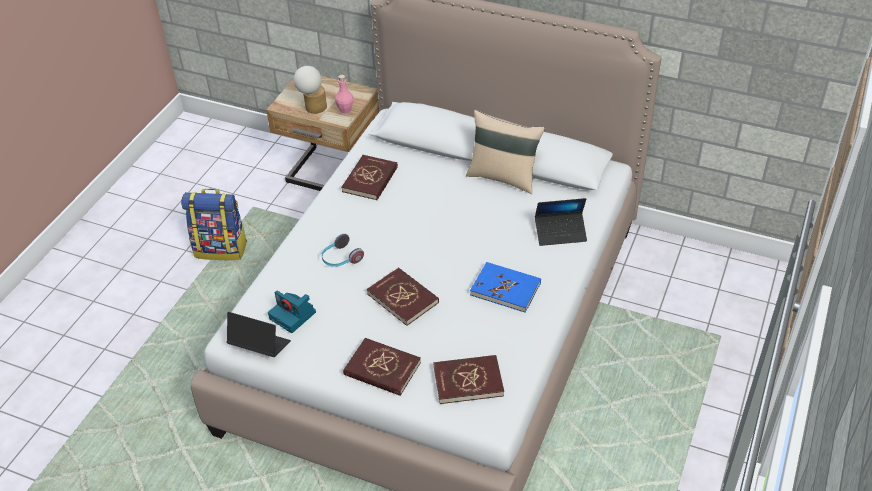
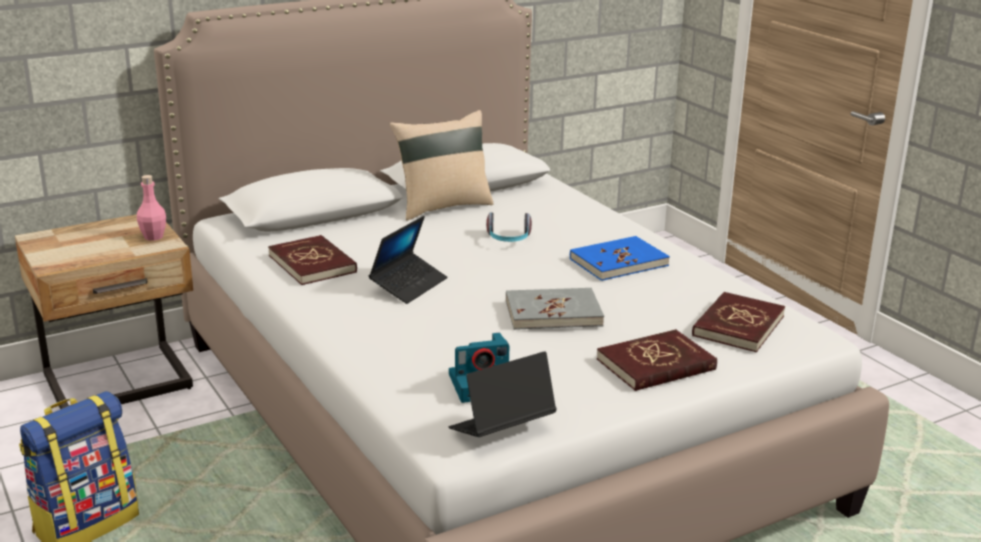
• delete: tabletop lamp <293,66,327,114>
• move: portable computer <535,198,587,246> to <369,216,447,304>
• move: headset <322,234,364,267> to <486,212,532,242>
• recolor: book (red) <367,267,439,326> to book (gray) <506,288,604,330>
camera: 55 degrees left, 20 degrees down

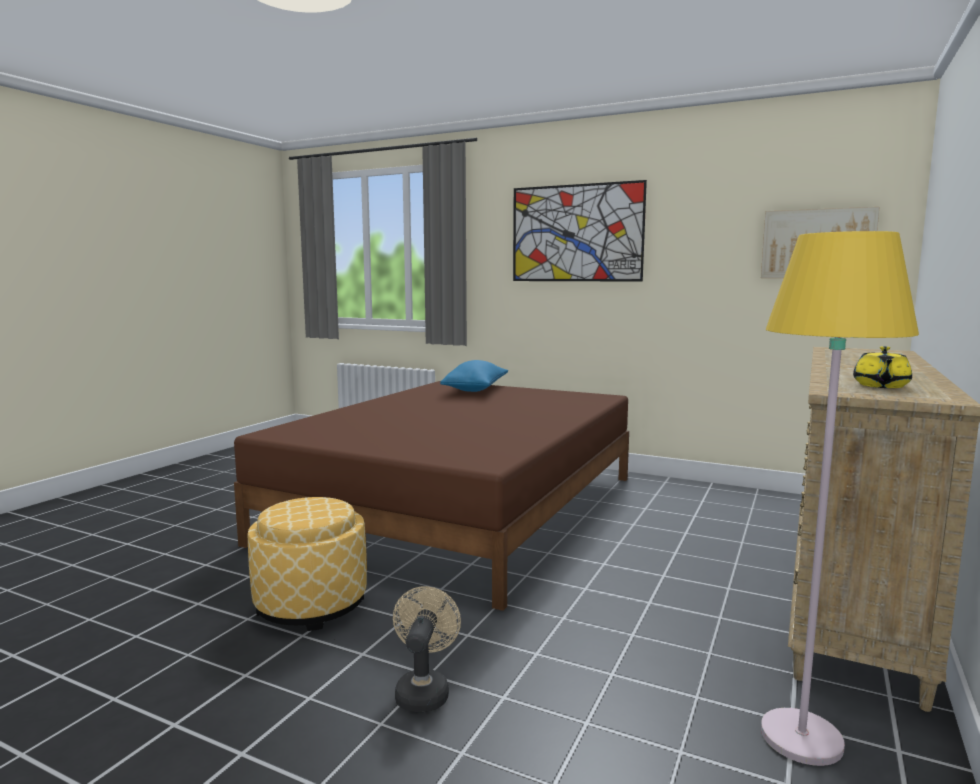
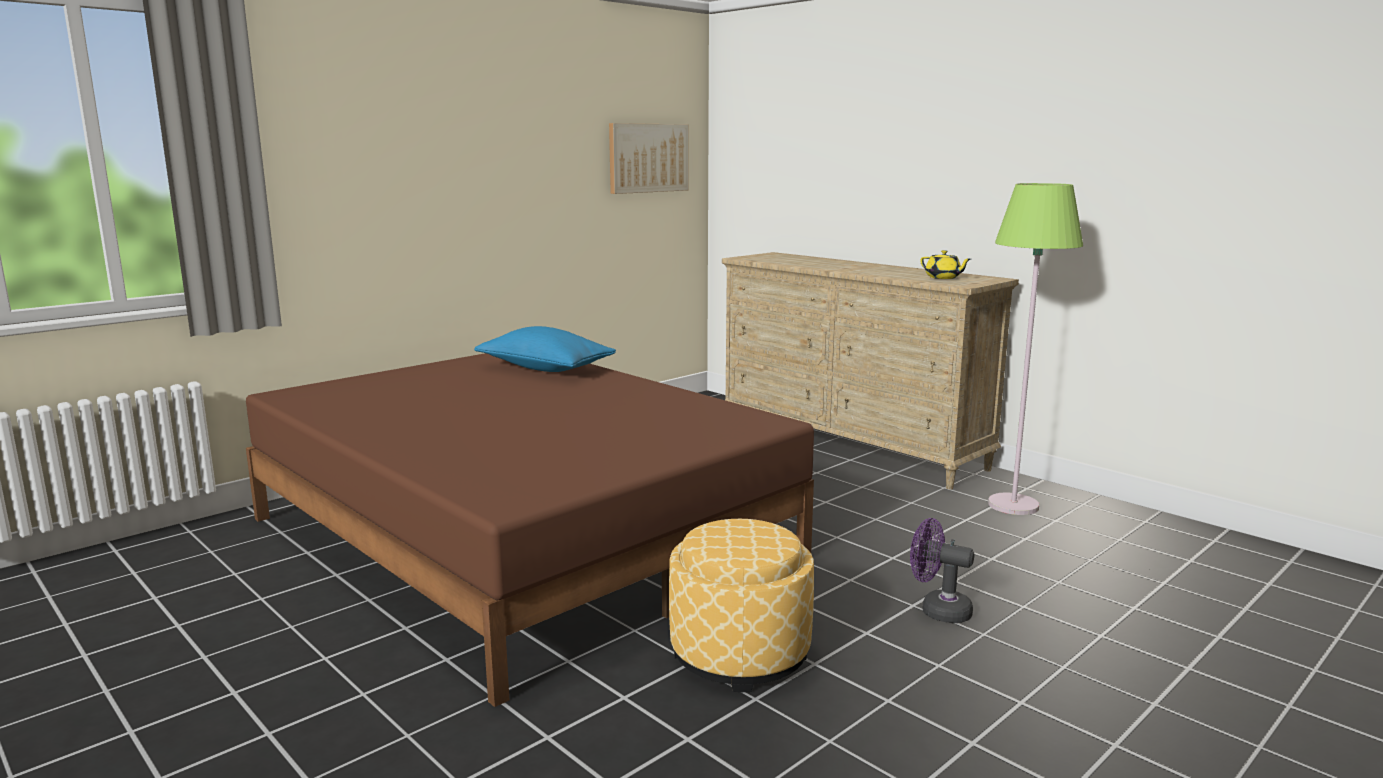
• delete: wall art <513,180,647,282>
• recolor: floor lamp (yellow) <761,231,919,766> to floor lamp (green) <988,183,1083,515>
• move: throw pillow (blue) <440,360,508,392> to <474,326,616,372>
• recolor: cooling fan (beige-coloured) <393,586,461,712> to cooling fan (purple) <910,518,974,623>
camera: 70 degrees left, 5 degrees up

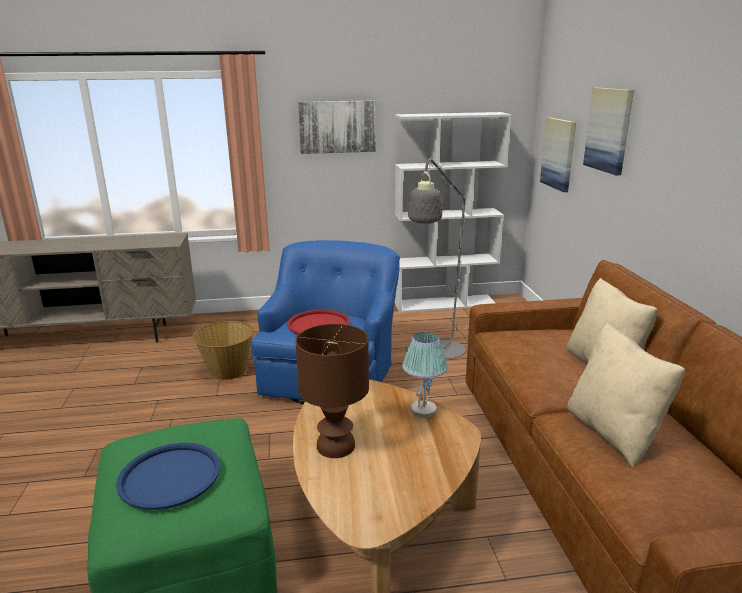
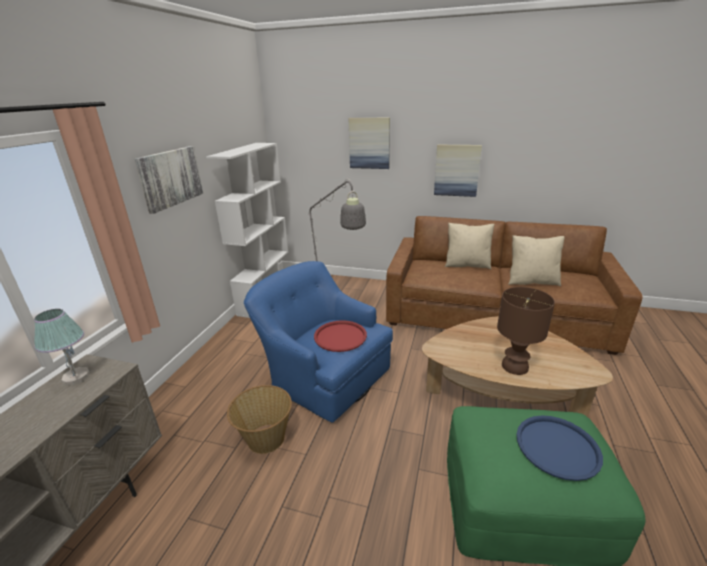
• move: wall art <540,117,576,192> to <434,145,482,197>
• move: tabletop lamp <402,332,448,418> to <34,309,90,385>
camera: 65 degrees left, 5 degrees up

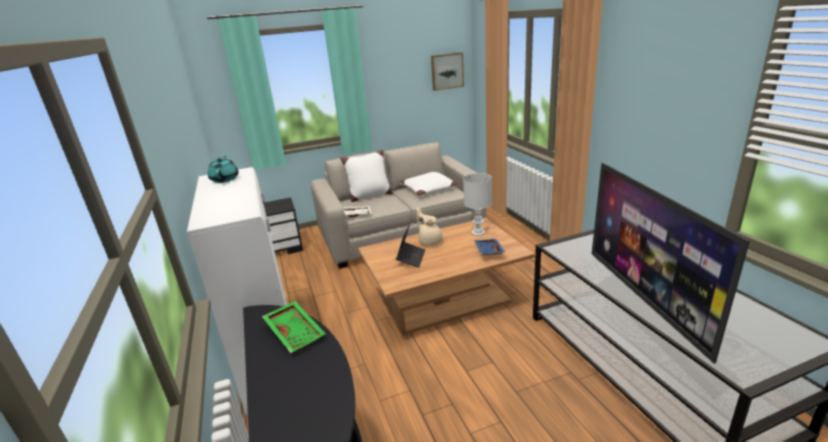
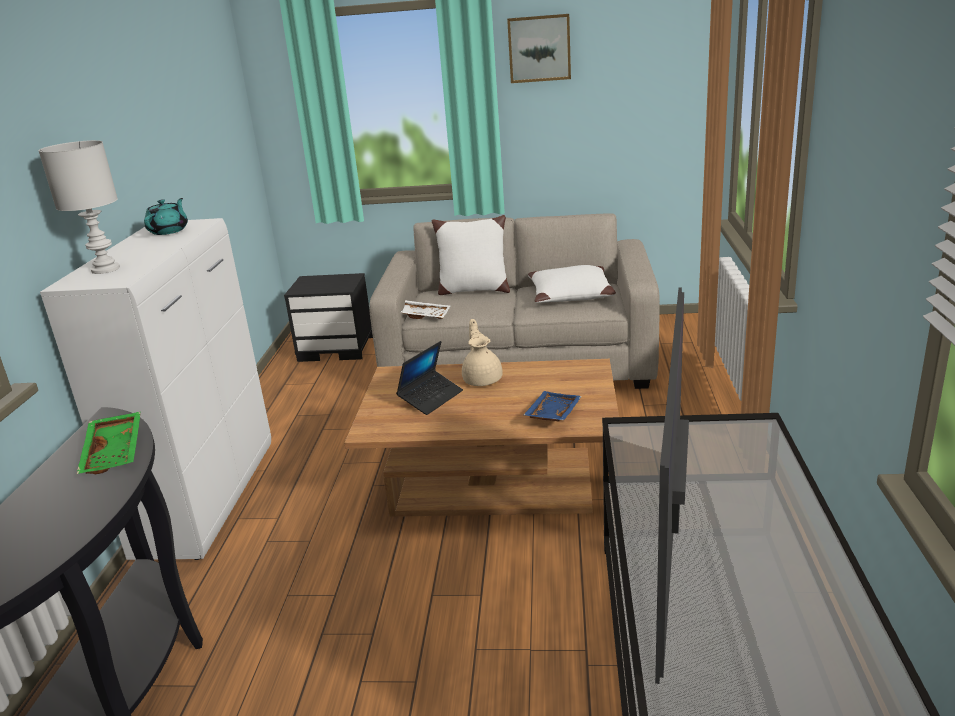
• move: wall art <431,52,464,91> to <507,14,571,83>
• move: tabletop lamp (white-coloured) <463,173,492,236> to <38,140,120,274>
camera: 25 degrees right, 0 degrees up

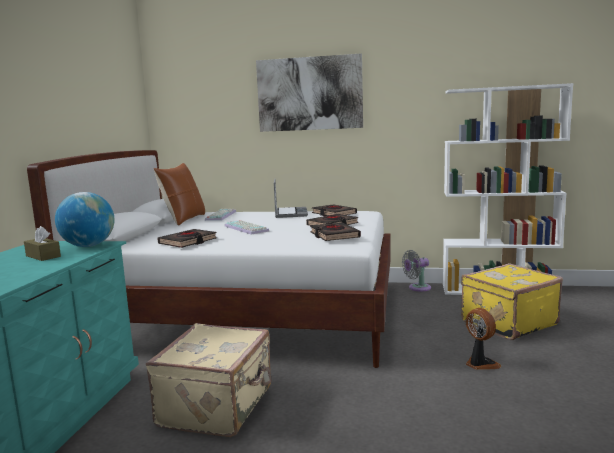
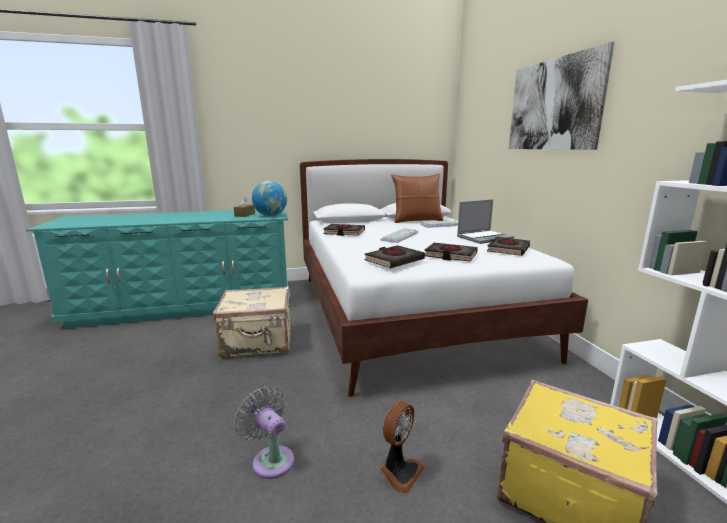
• move: cooling fan (gray) <402,250,431,291> to <234,386,294,479>
camera: 65 degrees right, 5 degrees up

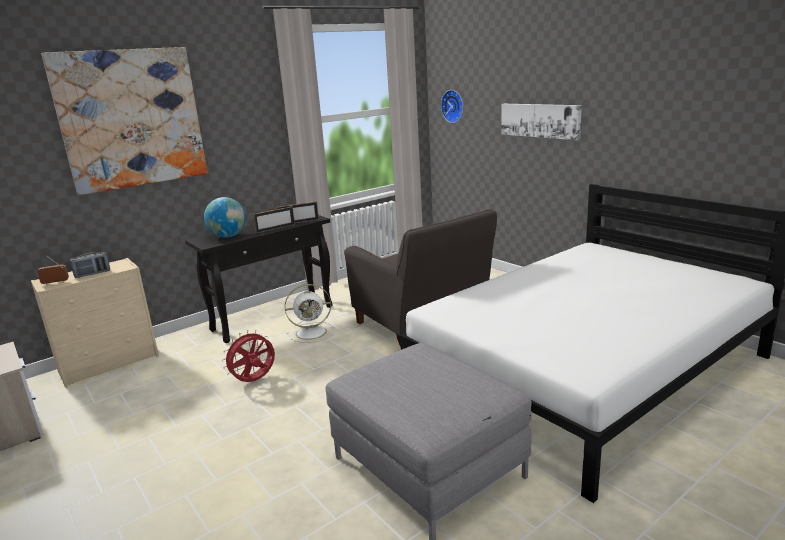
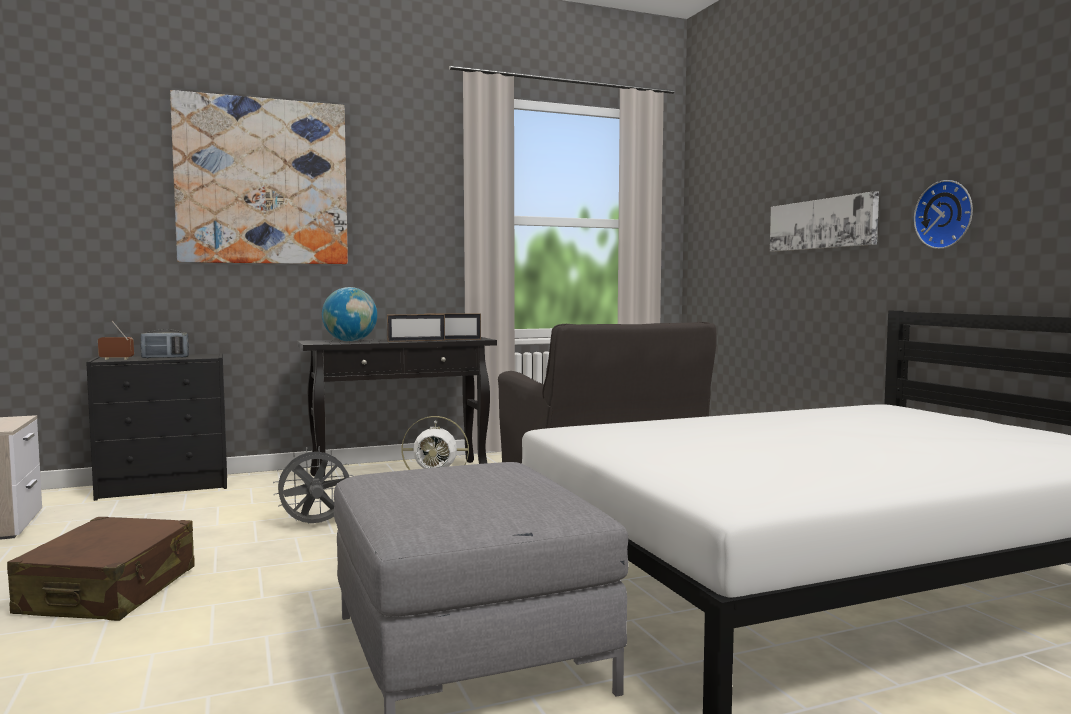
• move: wall clock <441,90,463,123> to <914,180,973,249>
• recolor: chest of drawers (beige-coloured) <31,258,159,388> to chest of drawers (black-coloured) <86,353,227,501>
• recolor: cooling fan (red) <222,330,275,382> to cooling fan (gray) <273,447,353,524>
• insert: suitcase (brown) <7,517,195,621>
camera: 15 degrees right, 15 degrees down

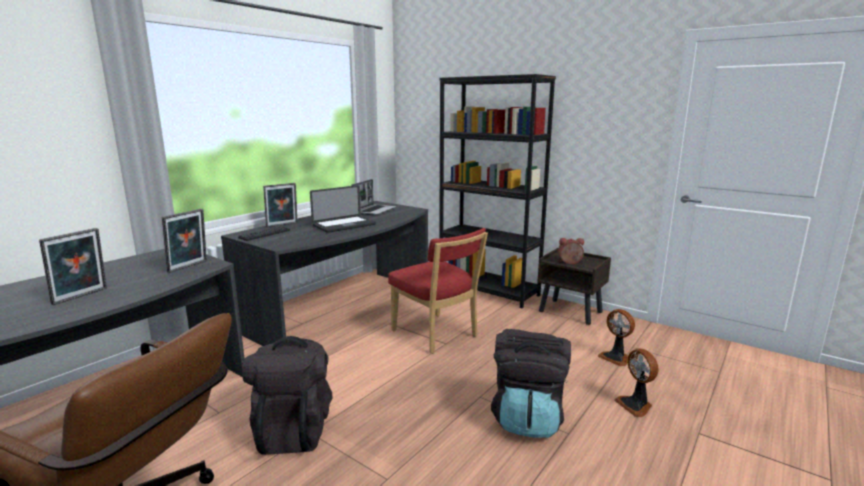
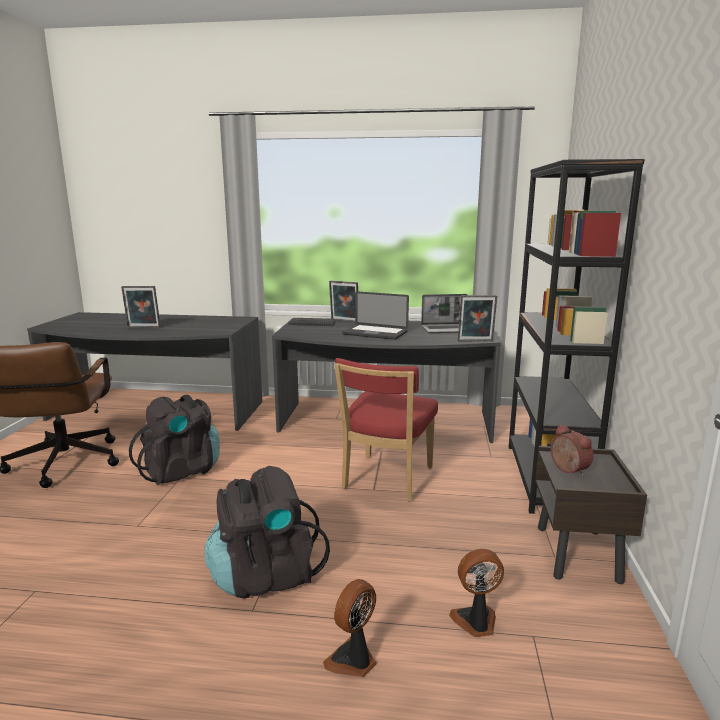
• move: photo frame <162,209,207,273> to <458,295,497,342>
• rotate: cooling fan <598,309,635,366> = <449,549,504,637> 60 degrees clockwise
camera: 60 degrees right, 0 degrees up

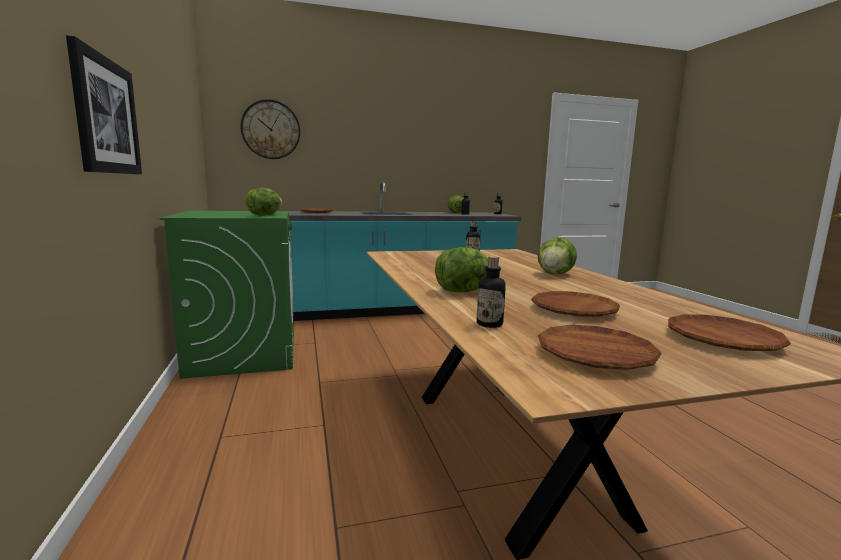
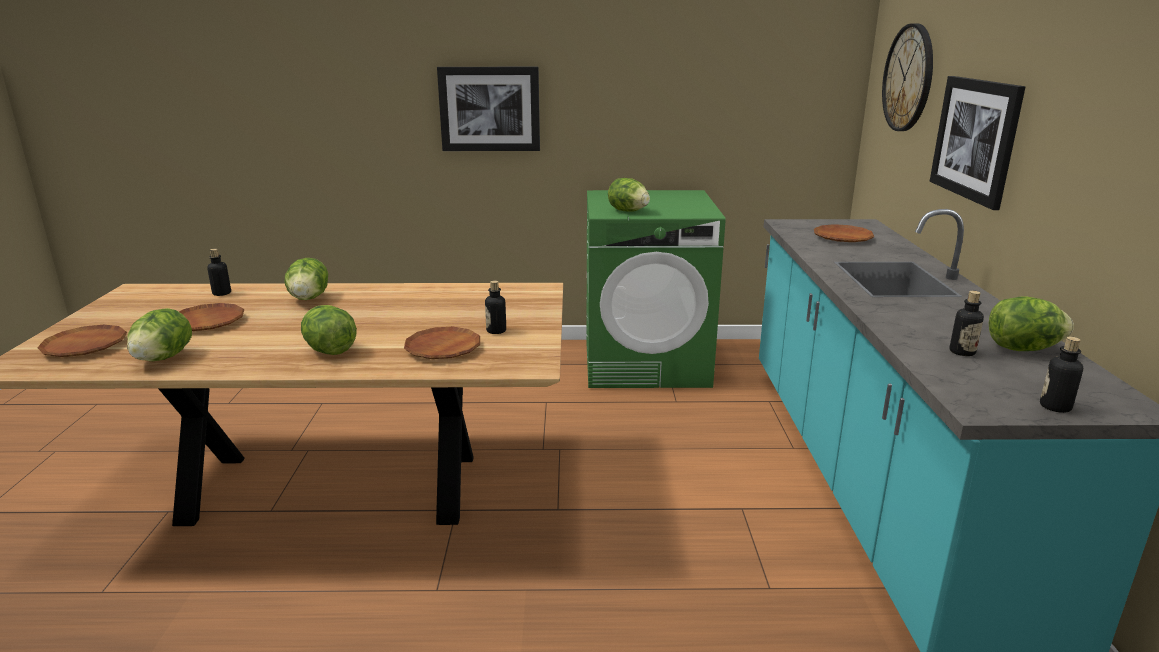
• move: plate (brown) <538,325,662,370> to <404,327,480,359>
• insert: wall art <930,76,1025,210>
• insert: lettuce head <127,308,192,361>
camera: 105 degrees right, 10 degrees up

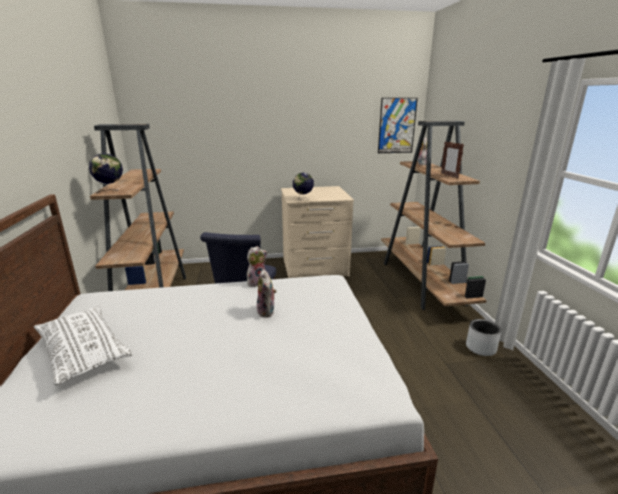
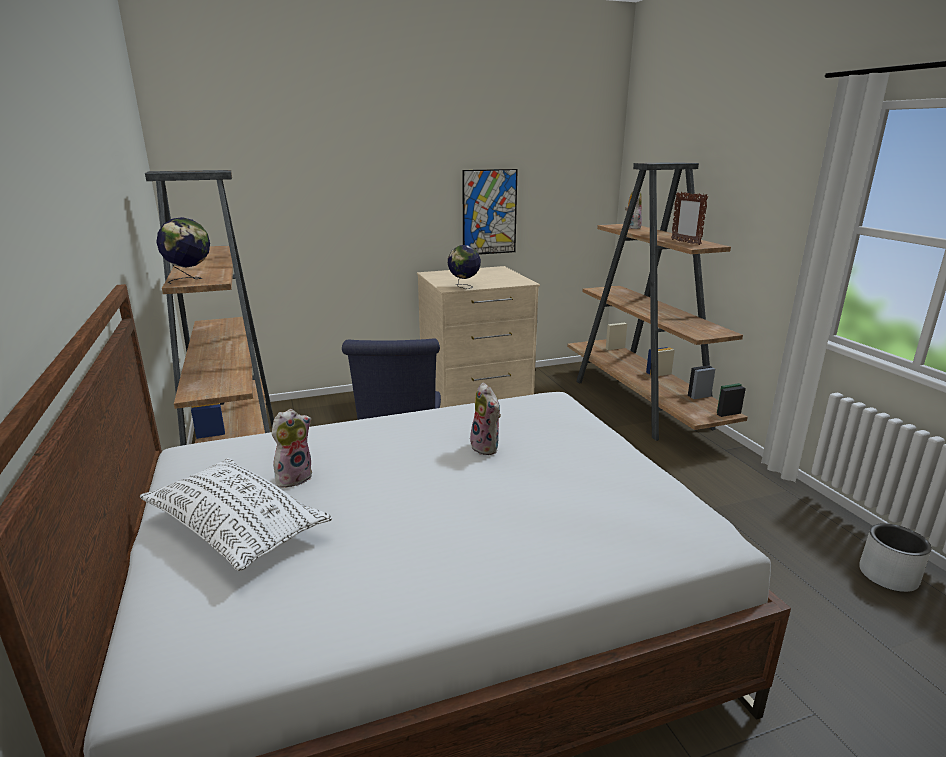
• move: wall art <378,98,418,153> to <462,169,518,255>
• move: cuddly toy <247,246,267,287> to <272,409,312,487>
• move: flower pot (gray) <466,319,501,356> to <859,523,932,592>
camera: 10 degrees left, 0 degrees up

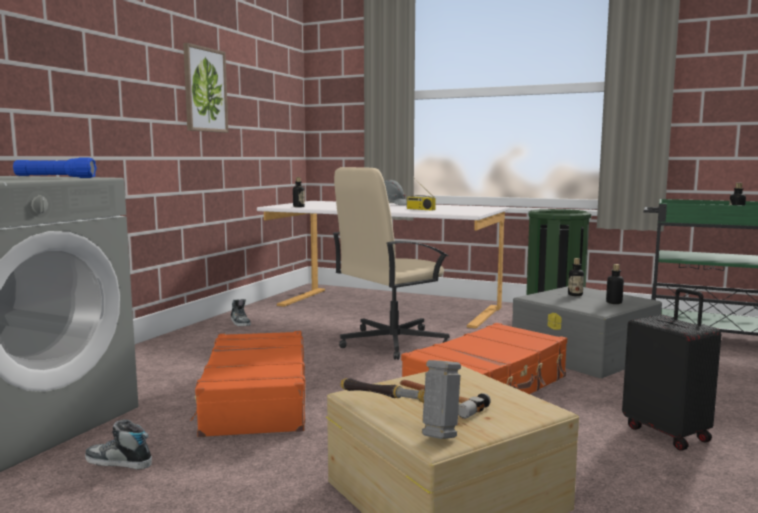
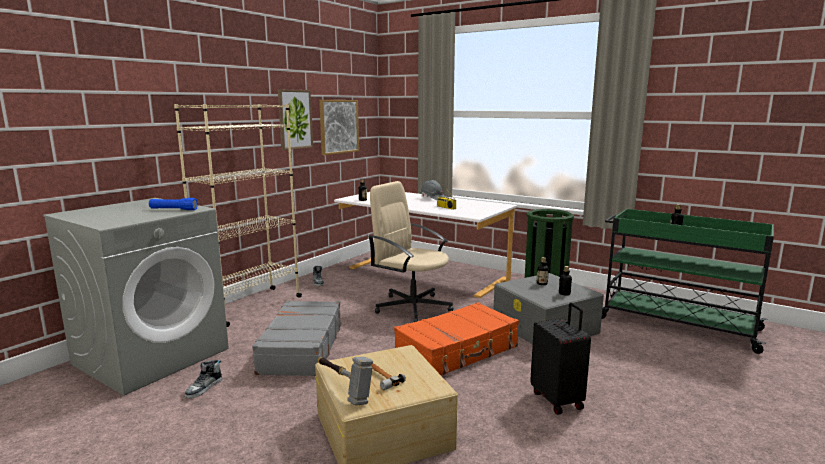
• rotate: computer chair (beige-coloured) <332,167,450,360> = <368,181,453,322> 60 degrees clockwise
• recolor: suitcase (orangey) <190,331,305,437> to suitcase (gray) <252,300,341,376>
• rotate: item of footwear <85,419,152,470> = <185,360,222,398> 90 degrees counterclockwise
• insert: wall art <319,100,359,155>
• insert: bookcase (beige-coloured) <174,104,302,327>
camera: 10 degrees right, 5 degrees up

